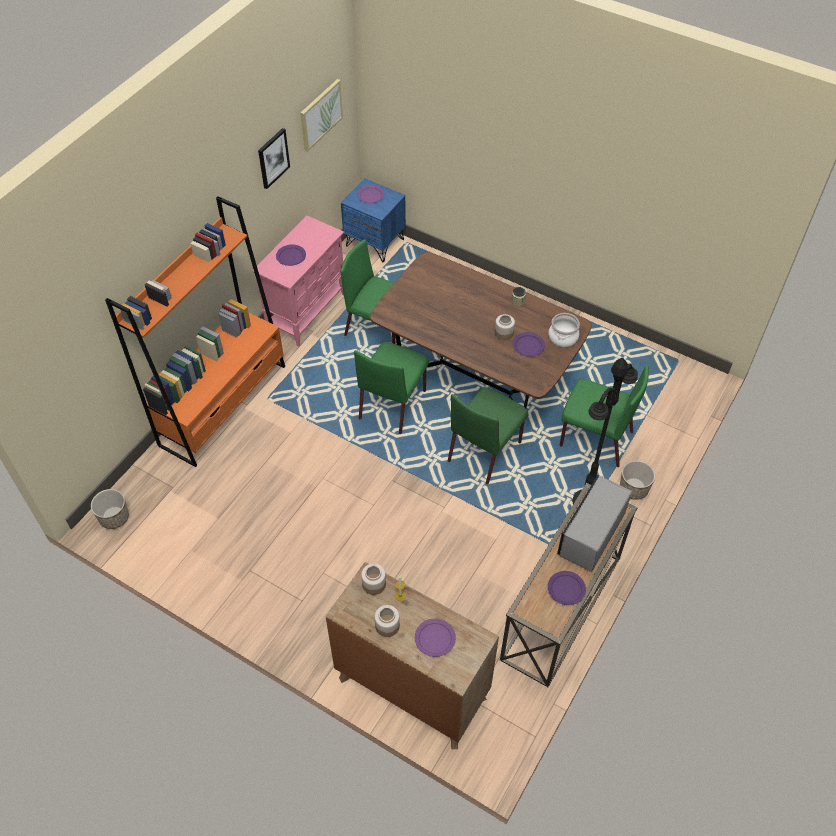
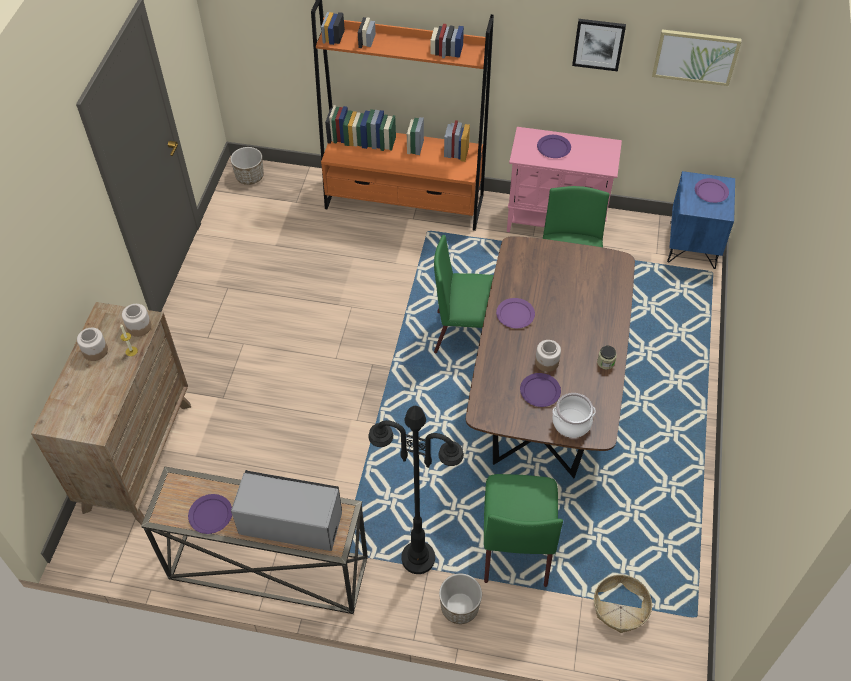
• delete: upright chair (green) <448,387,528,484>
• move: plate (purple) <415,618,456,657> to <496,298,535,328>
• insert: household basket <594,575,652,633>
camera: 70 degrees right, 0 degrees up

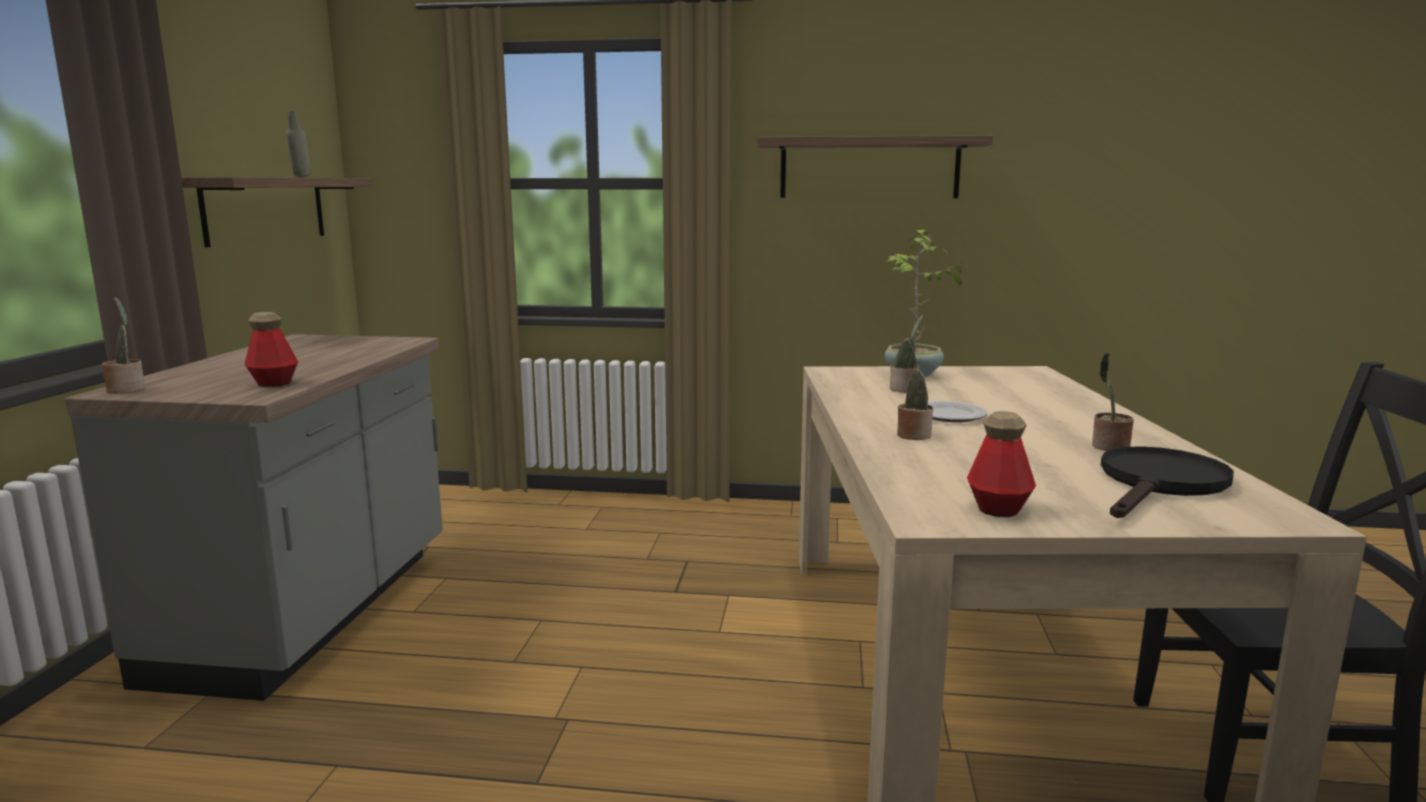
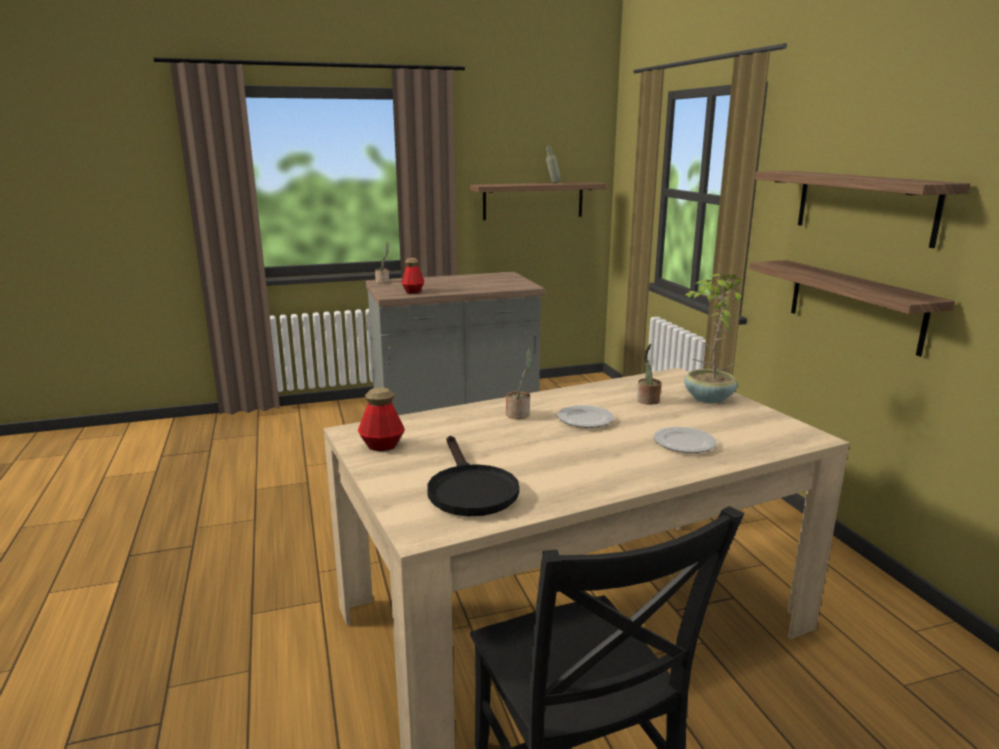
• delete: plant in a pot <1092,352,1134,451>
• rotate: skillet (black-coloured) <1101,446,1234,518> = <427,436,520,516> 60 degrees clockwise
• insert: wall shelf <749,260,955,357>
• insert: plate <654,427,717,453>
camera: 65 degrees right, 5 degrees up

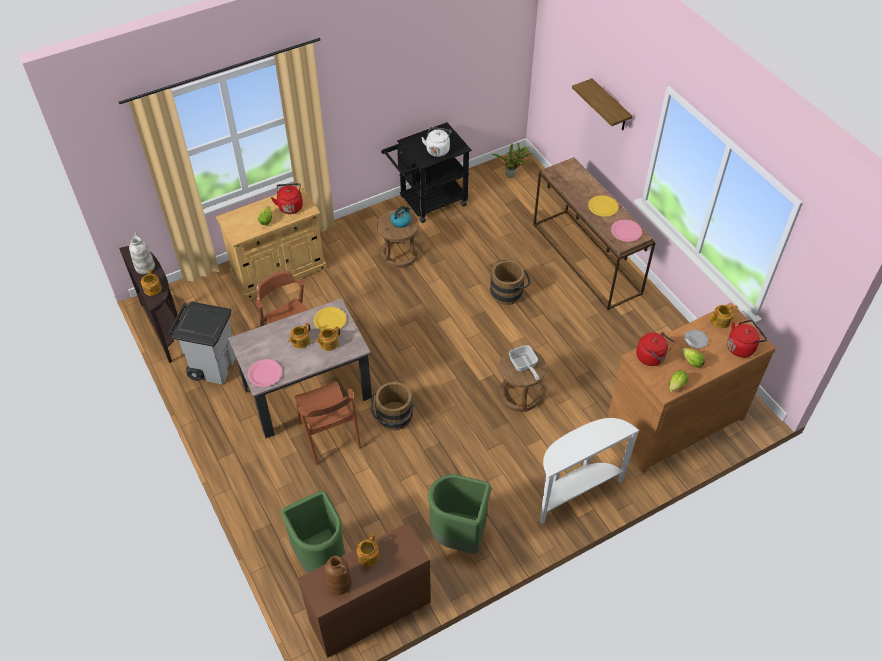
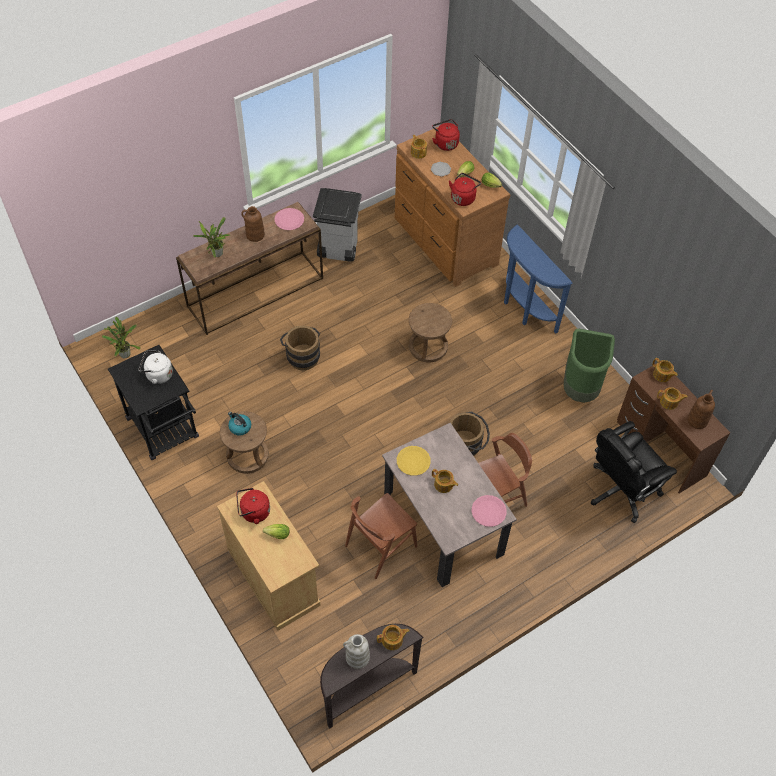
• delete: wall shelf <572,78,633,130>
• replace: plate (yellow) <588,195,619,217> to decorative vase (brown) <241,206,265,242>
• move: waste bin (gray) <168,302,236,384> to <313,188,362,262>
• move: tea pot <315,326,340,351> to <652,358,678,382>
• delete: skillet <509,345,539,380>
• recolor: hall table (white-coloured) <540,418,640,524> to hall table (blue) <504,225,573,334>
• replace: waste bin (green) <281,491,345,573> to computer chair (black-coloured) <591,421,677,523>
• insert: plant in a pot <193,217,231,257>
camera: 95 degrees left, 5 degrees up

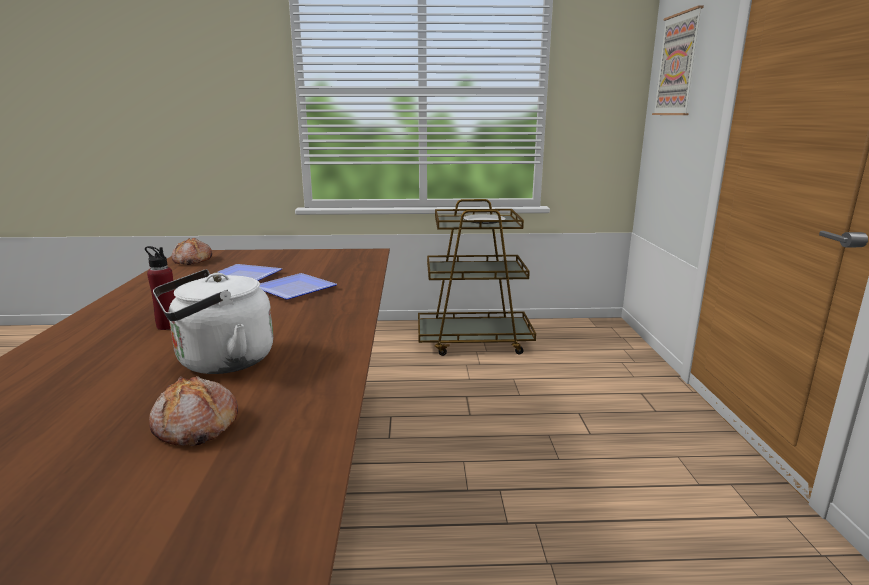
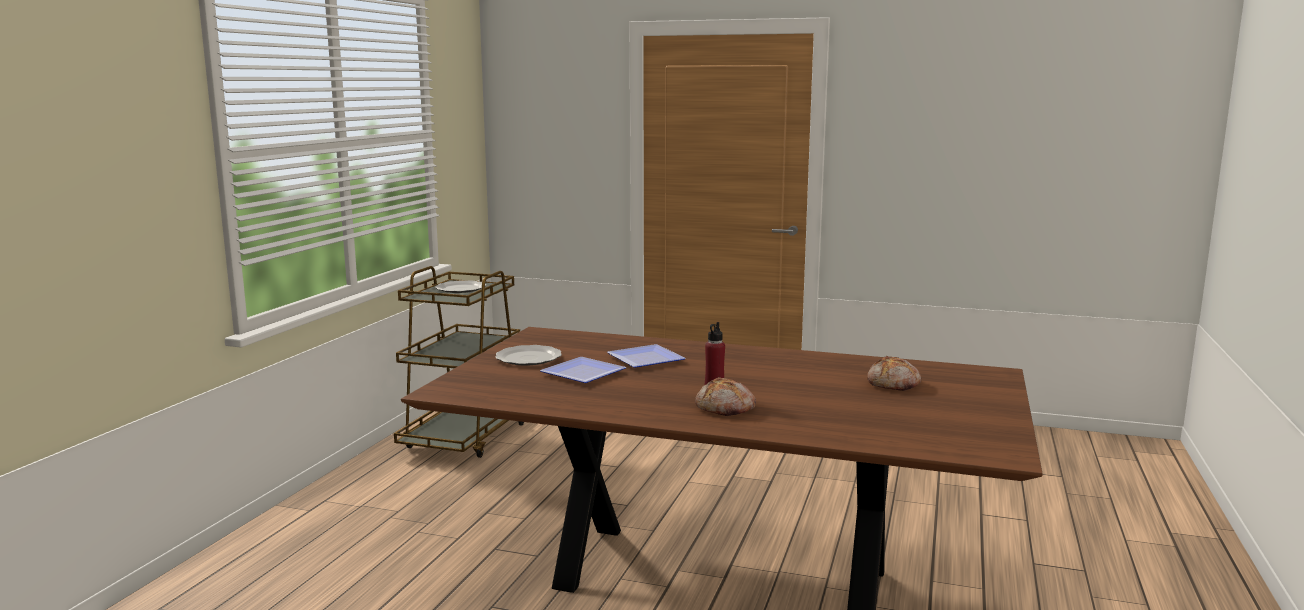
• delete: wall art <652,5,704,115>
• move: bread <172,238,212,265> to <695,377,756,416>
• delete: tea kettle (white-coloured) <153,269,273,374>
• insert: plate <495,345,562,365>
camera: 70 degrees left, 5 degrees down

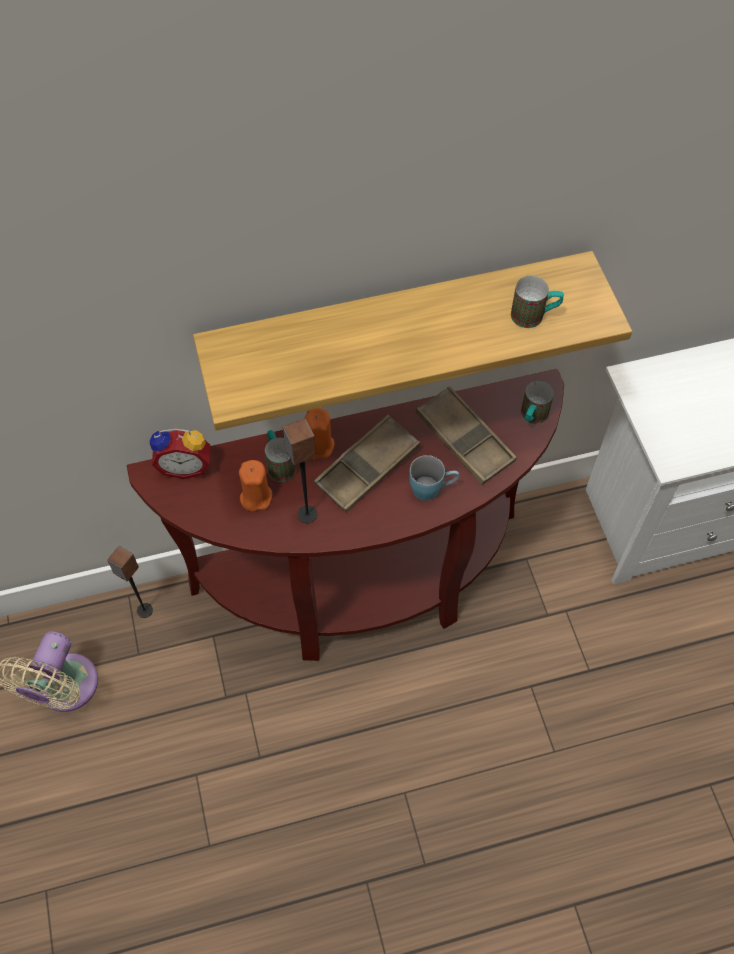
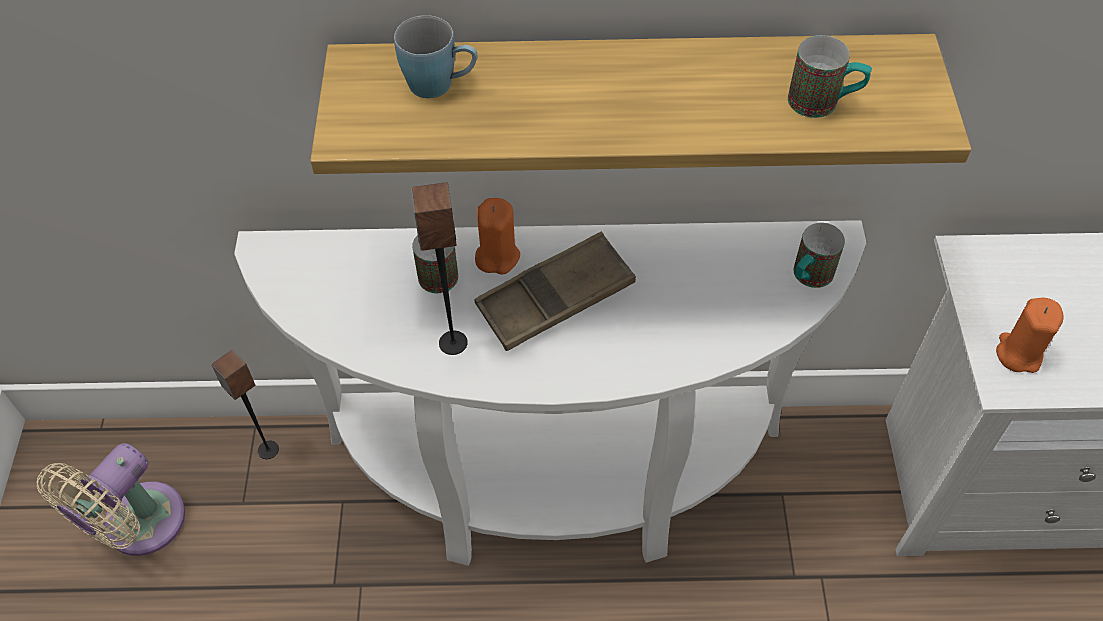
• recolor: hall table (brown) <127,369,564,661> to hall table (white-coloured) <234,220,866,566>
• delete: serving tray (brown) <416,386,516,485>
• delete: bedside clock <150,428,210,479>
• move: mug (blue) <409,455,459,501> to <394,15,477,98>
• move: candle (orangey) <239,460,272,512> to <996,298,1063,373>
camera: 15 degrees right, 5 degrees down

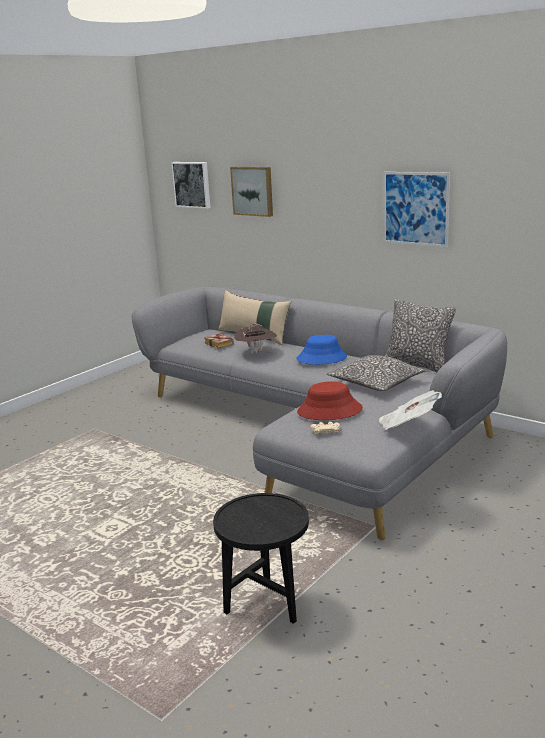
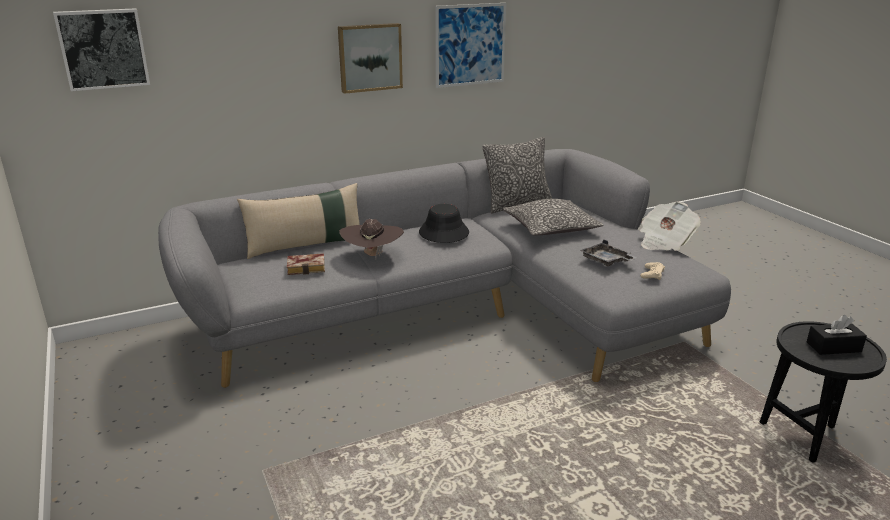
• move: wall art <230,167,273,217> to <338,23,403,94>
• recolor: wearable hat (blue) <296,335,347,365> to wearable hat (black-coloured) <419,204,469,243>
• replace: wearable hat (red) <297,381,363,420> to serving tray (gray) <579,239,637,266>
• insert: tissue holder (black-coloured) <807,315,867,355>
camera: 65 degrees left, 5 degrees up

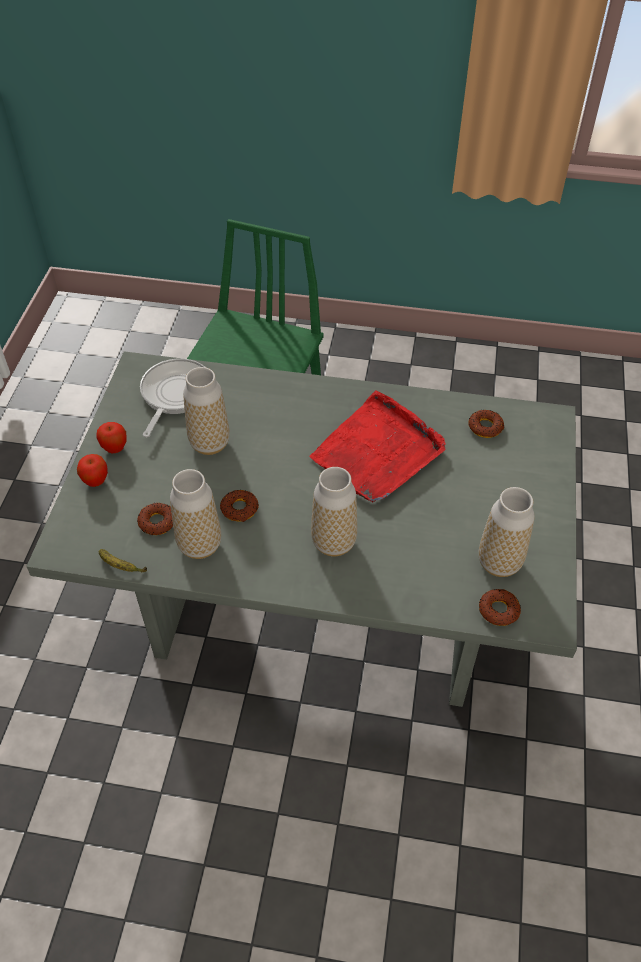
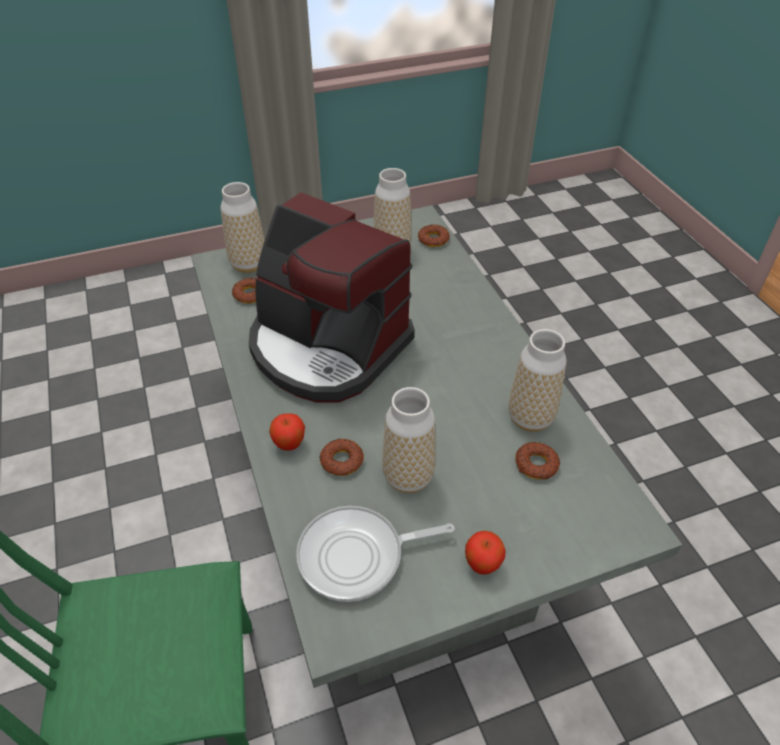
• replace: serving tray (red) <309,390,446,503> to coffee machine <249,192,415,403>
• move: whole apple <77,454,108,487> to <269,413,305,451>
• move: decorative vase <311,467,357,556> to <221,182,265,273>
• move: ring doughnut <220,490,259,522> to <320,439,364,476>
• delete: banana fruit <99,549,147,572>
camera: 120 degrees left, 5 degrees down

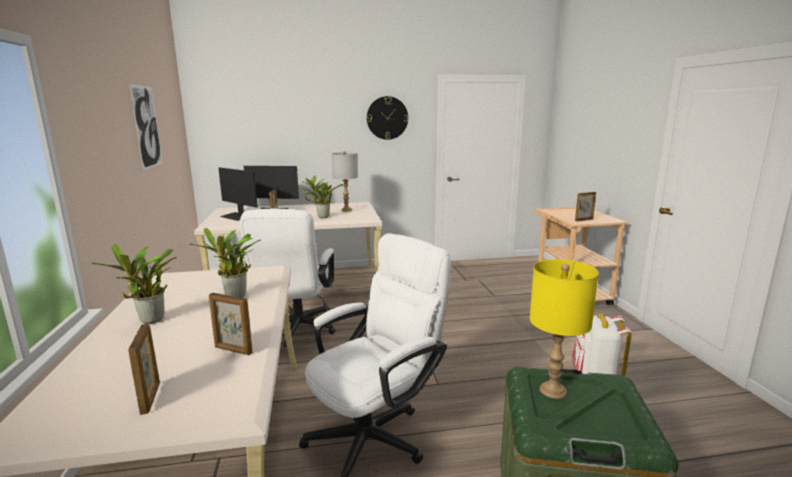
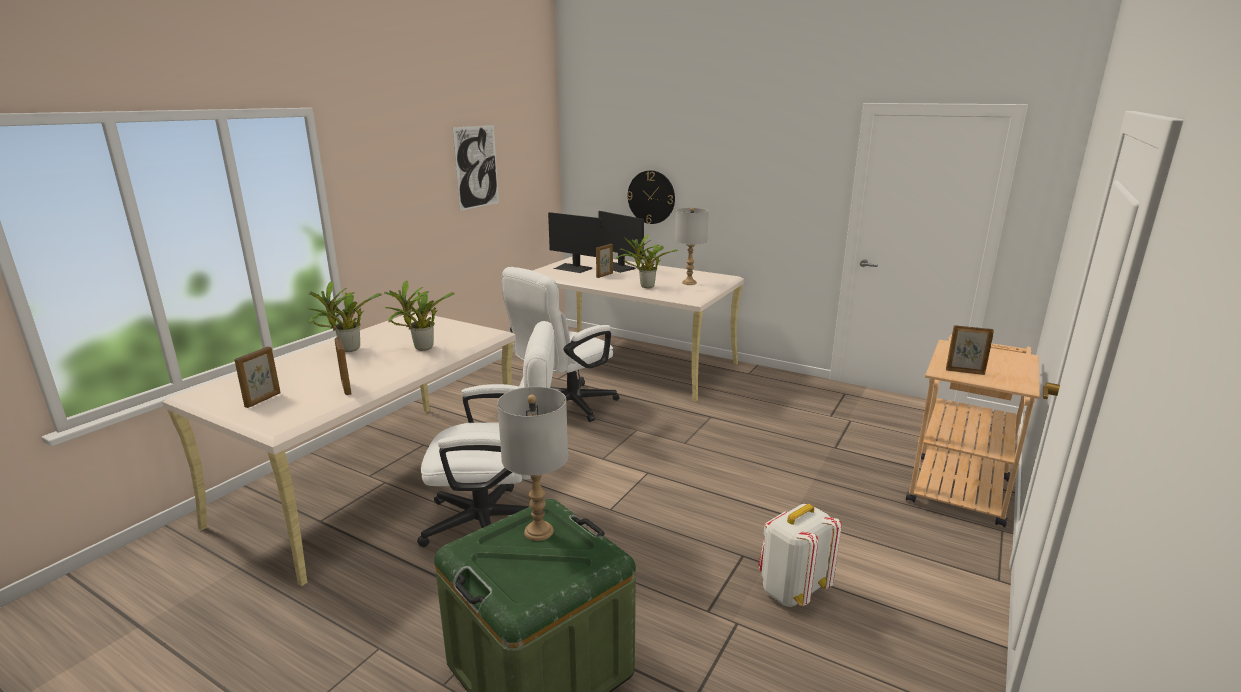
• move: wall clock <367,96,408,140> to <627,170,675,224>
• rotate: monitor <219,168,258,221> = <548,212,603,273> 45 degrees counterclockwise
• recolor: tabletop lamp (yellow) <529,259,599,399> to tabletop lamp (gray) <497,386,568,541>
camera: 40 degrees right, 5 degrees up

